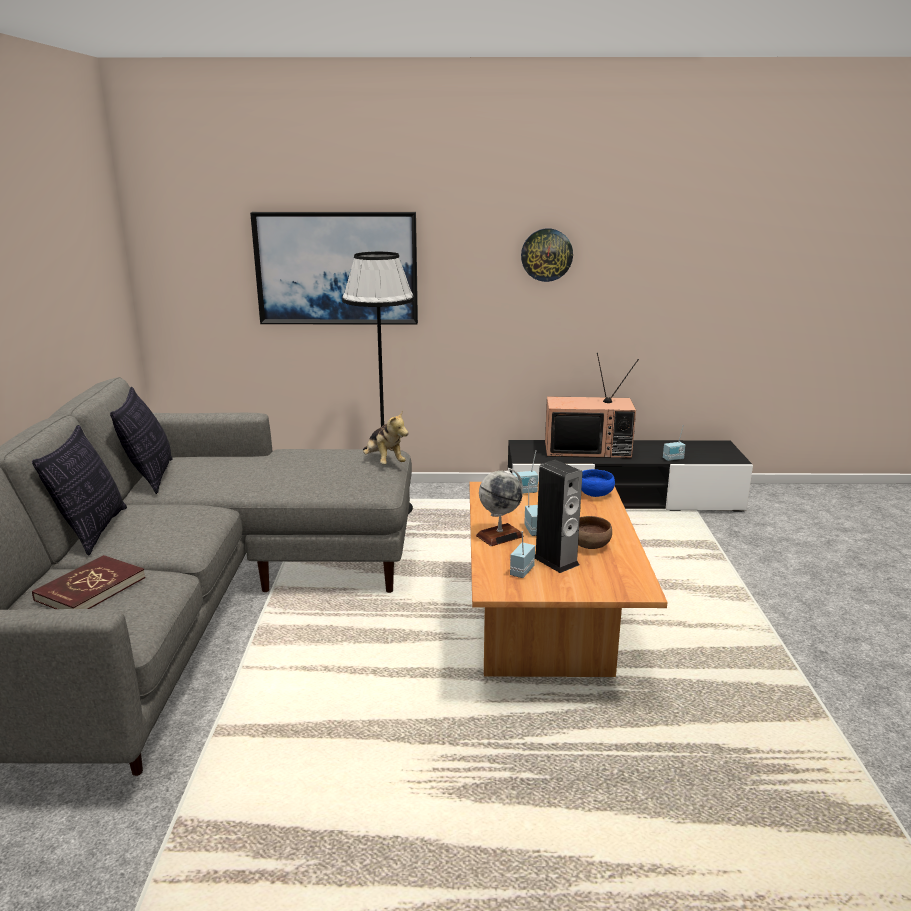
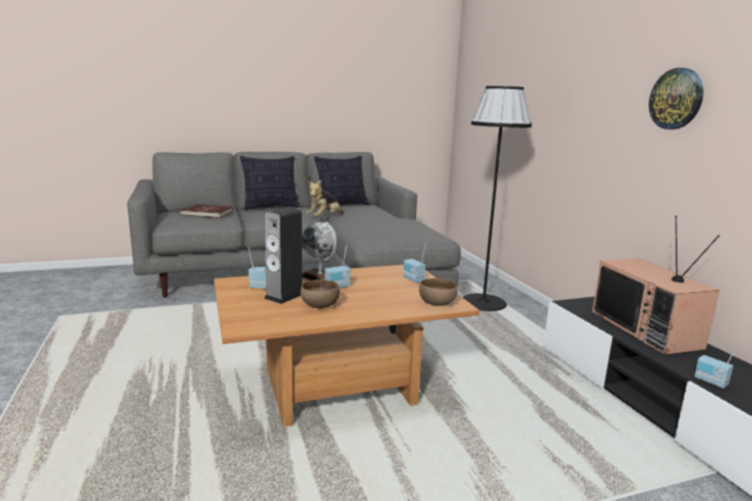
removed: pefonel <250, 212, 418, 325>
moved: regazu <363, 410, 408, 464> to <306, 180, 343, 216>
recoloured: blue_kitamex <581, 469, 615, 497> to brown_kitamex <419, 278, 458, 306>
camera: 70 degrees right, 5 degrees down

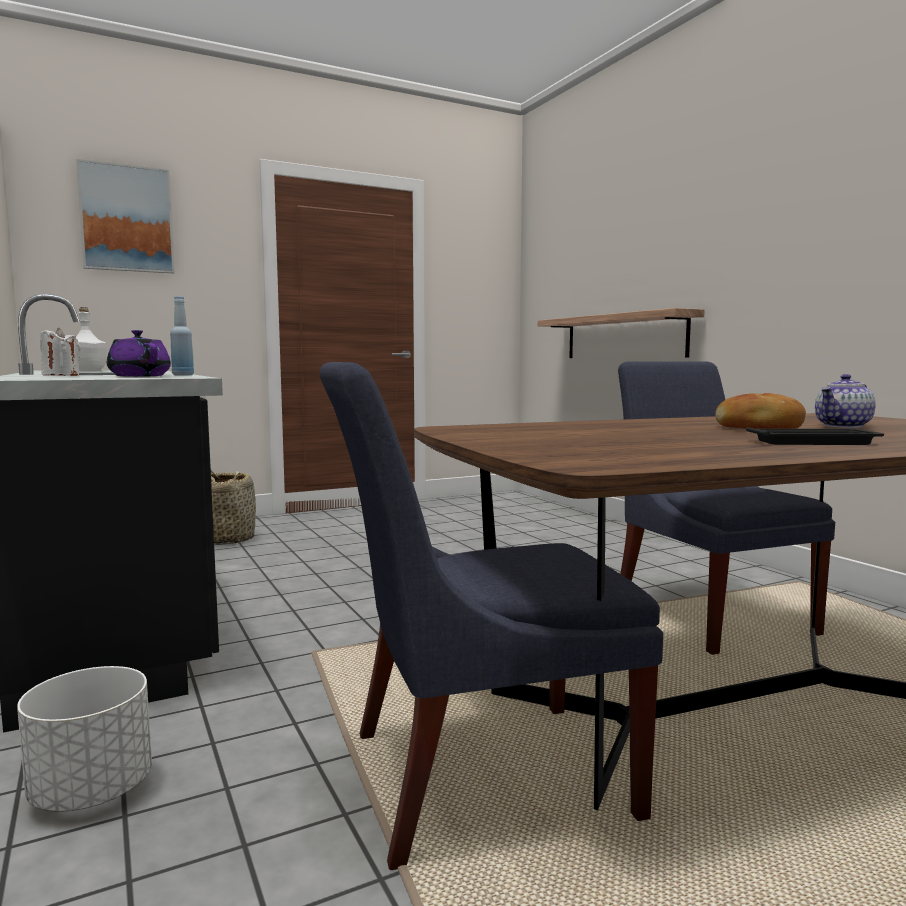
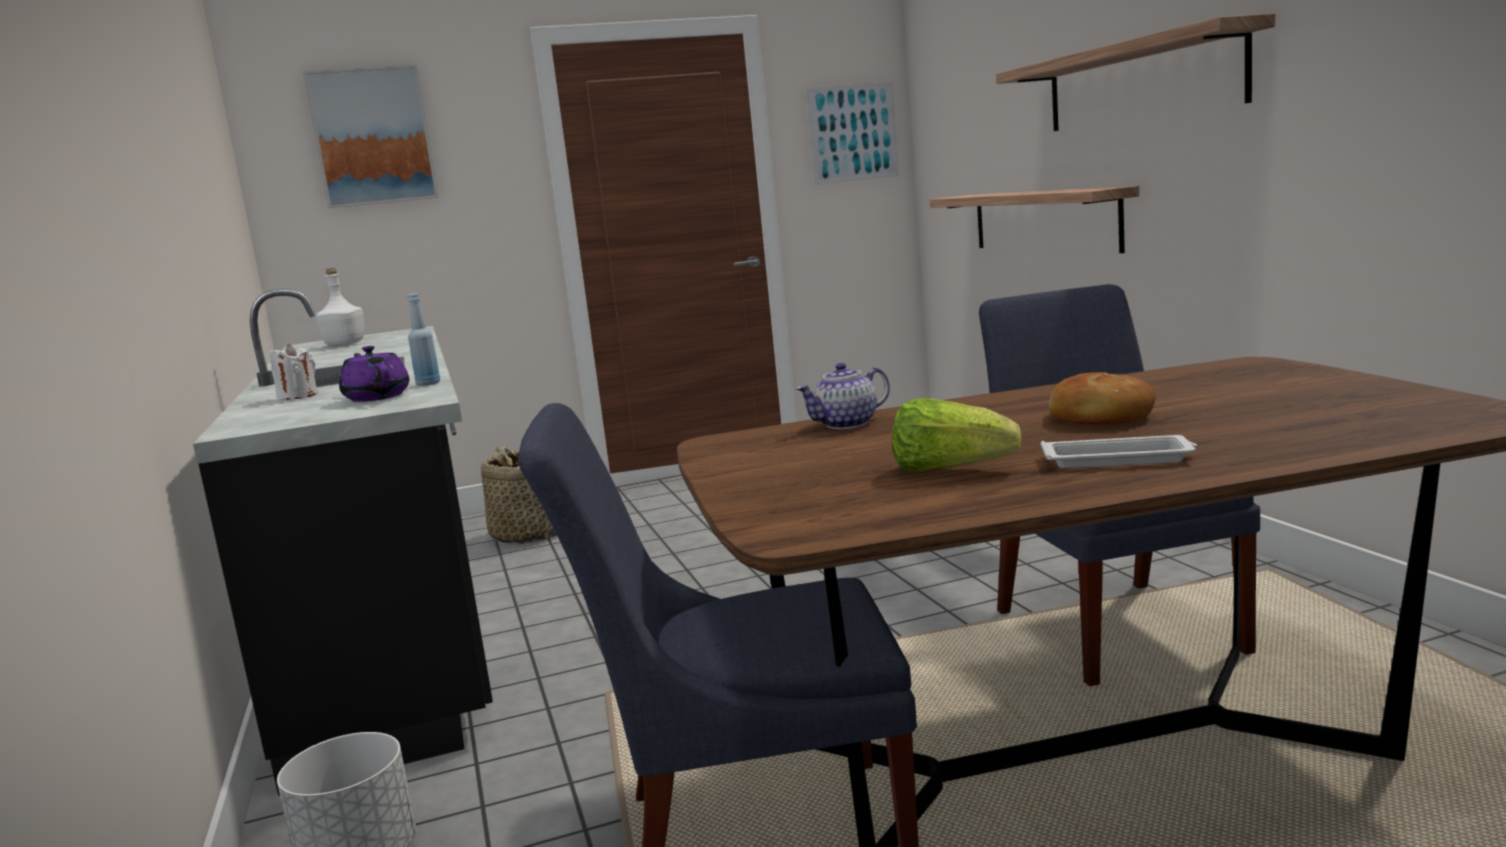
added: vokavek <996, 13, 1275, 131>; pefonel <806, 81, 899, 185>; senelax <892, 398, 1022, 472>
moved: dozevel <815, 374, 876, 428> to <795, 363, 890, 429>
recoloured: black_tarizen <746, 427, 884, 445> to white_tarizen <1040, 435, 1197, 468>
camera: 10 degrees right, 5 degrees up

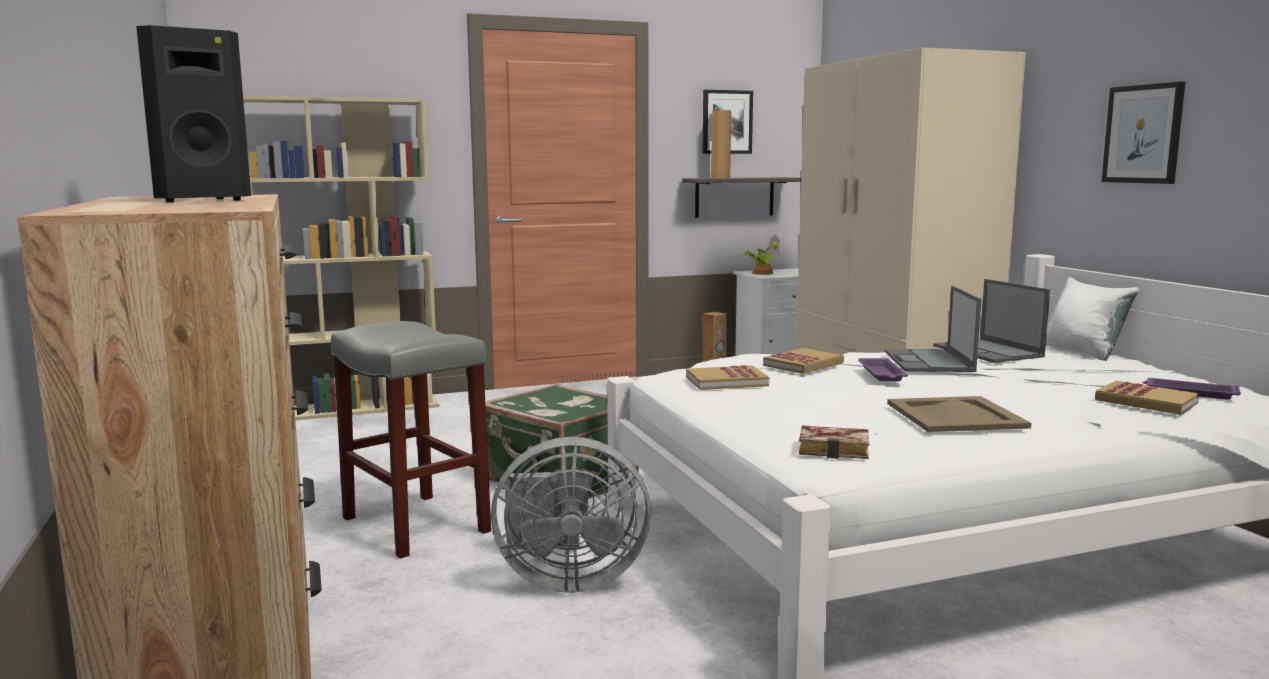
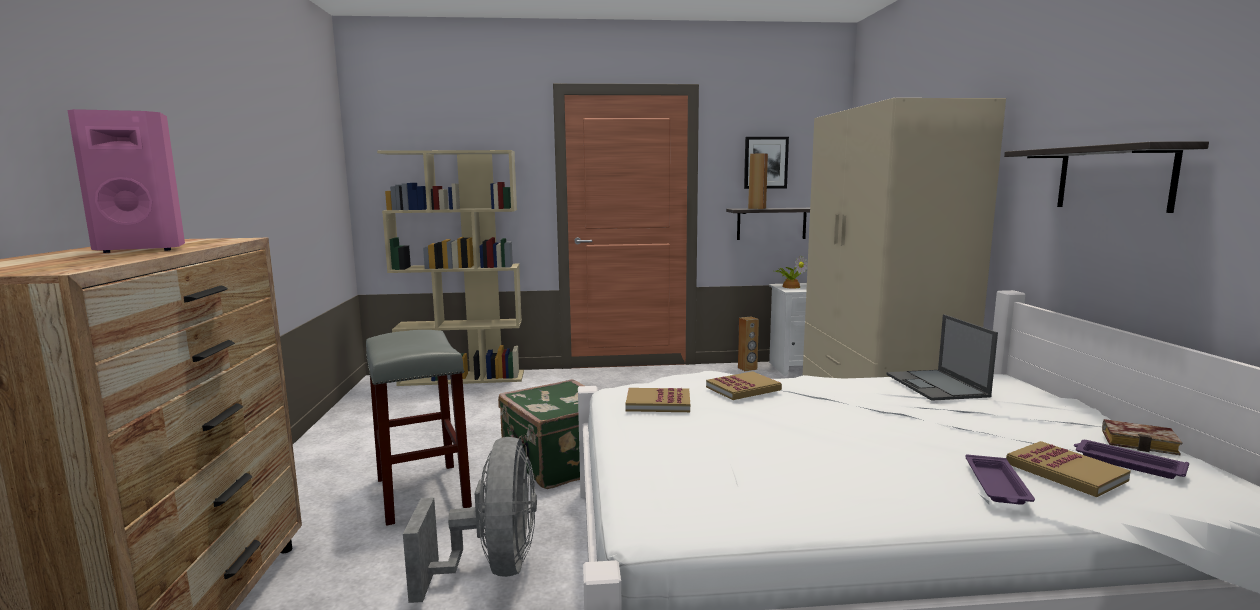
removed: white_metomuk <1046, 277, 1139, 361>; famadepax <885, 286, 981, 372>; beige_tarizen <887, 396, 1031, 432>
moved: purple_tarizen <858, 358, 908, 381> to <965, 454, 1035, 505>; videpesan <799, 426, 869, 459> to <1102, 419, 1182, 455>
replaced: pefonel <1101, 81, 1185, 184> to vokavek <1004, 141, 1209, 213>
recoloured: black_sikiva <136, 25, 251, 202> to pink_sikiva <67, 109, 185, 253>
turned: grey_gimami <491, 437, 651, 593> = <403, 437, 537, 603> 105 degrees counterclockwise
camera: 15 degrees right, 0 degrees up

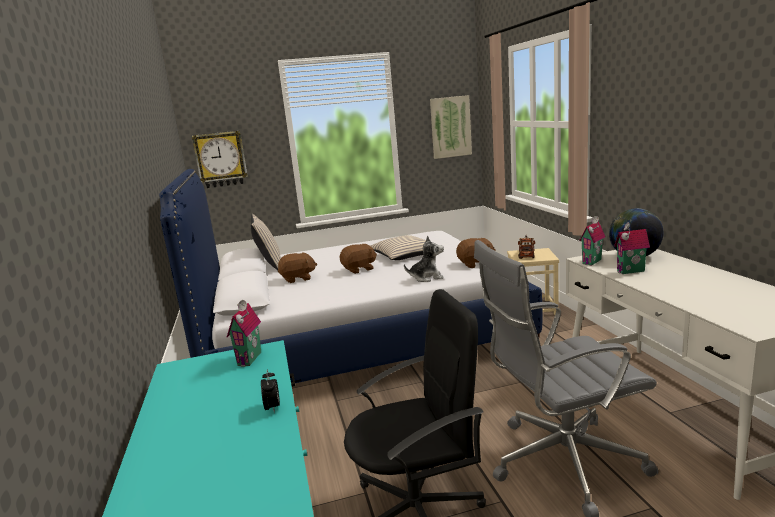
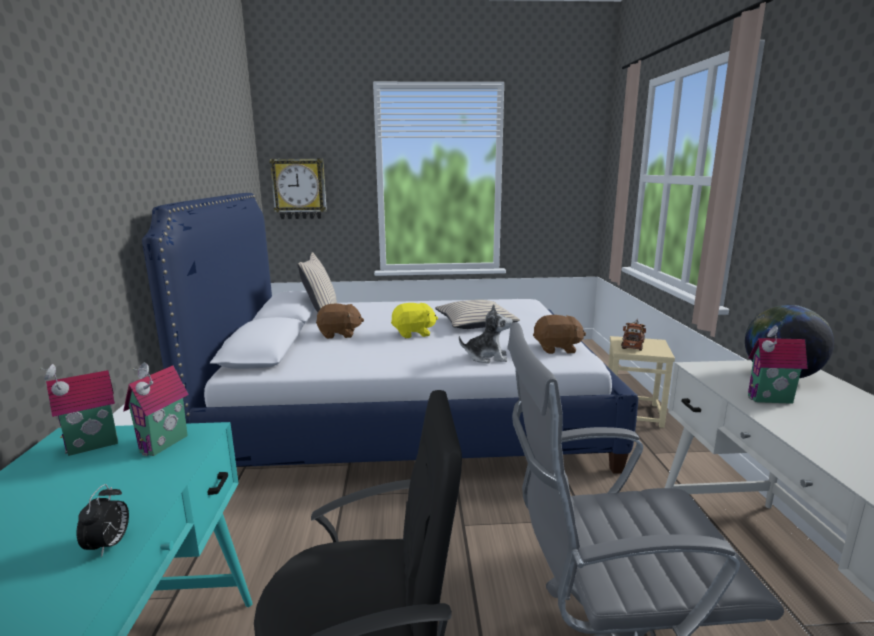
removed: pefonel <430, 95, 472, 159>
moved: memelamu <579, 216, 606, 265> to <40, 364, 118, 456>
recoloured: brown_regazu <340, 244, 377, 274> to yellow_regazu <391, 303, 438, 338>
camera: 10 degrees right, 0 degrees up

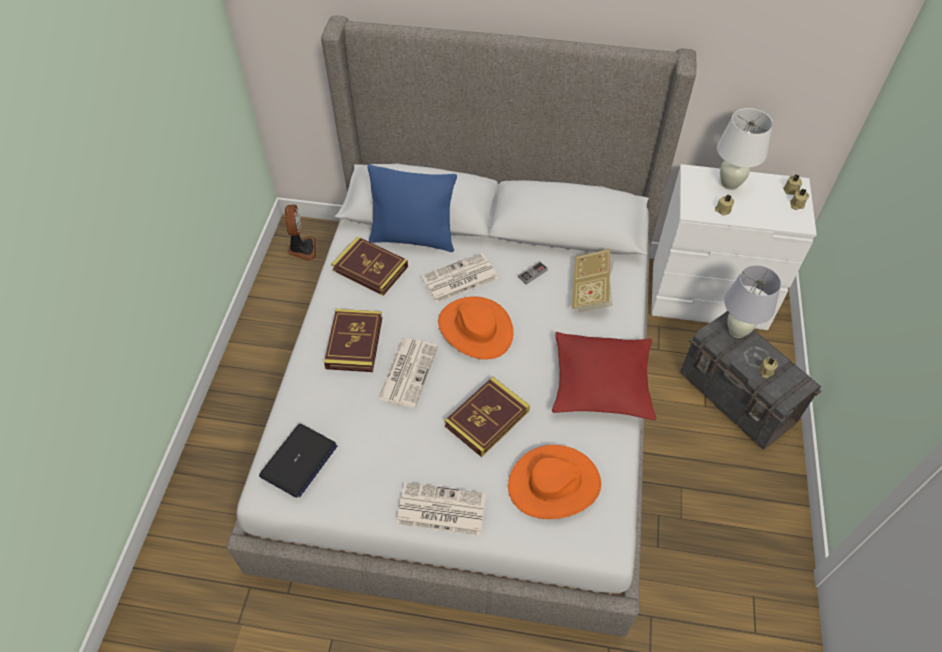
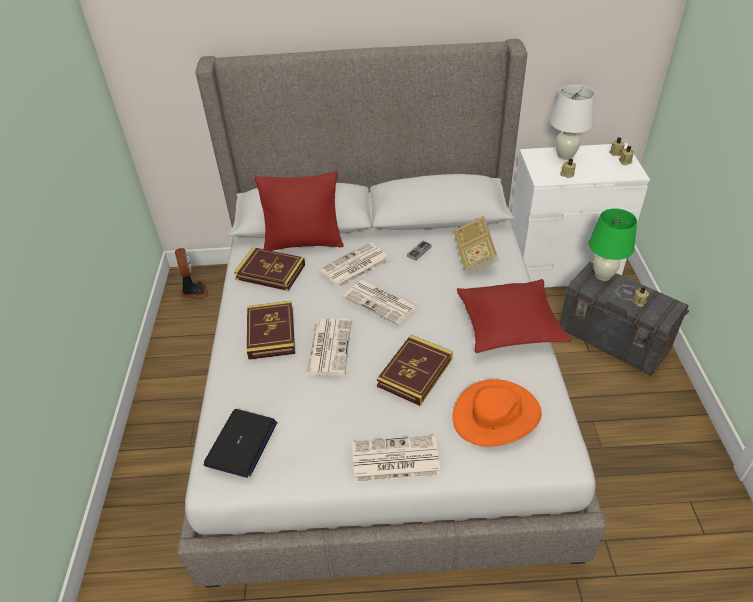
replaced: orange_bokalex <438, 296, 514, 360> to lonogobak <343, 279, 418, 325>
recoloured: blue_metomuk <368, 164, 457, 252> to red_metomuk <255, 171, 344, 251>; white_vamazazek <724, 265, 781, 338> to green_vamazazek <589, 208, 637, 281>
camera: 10 degrees left, 10 degrees down

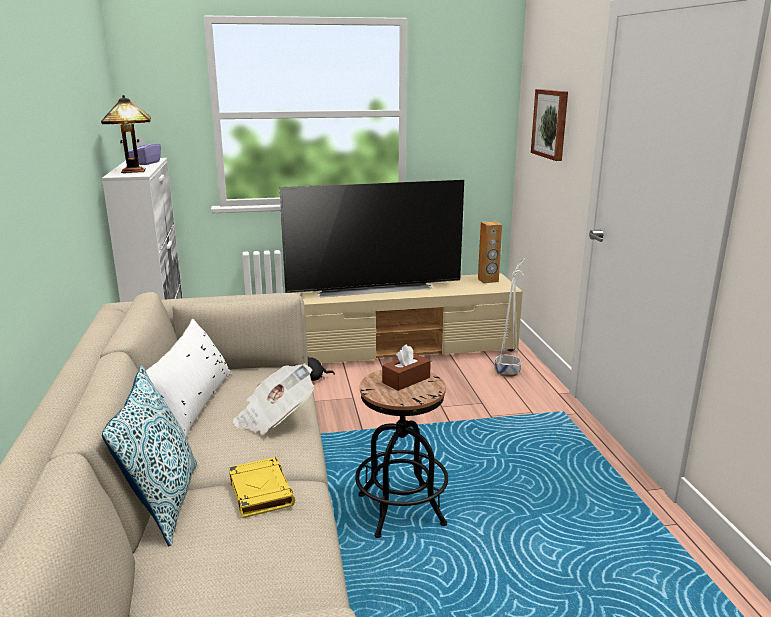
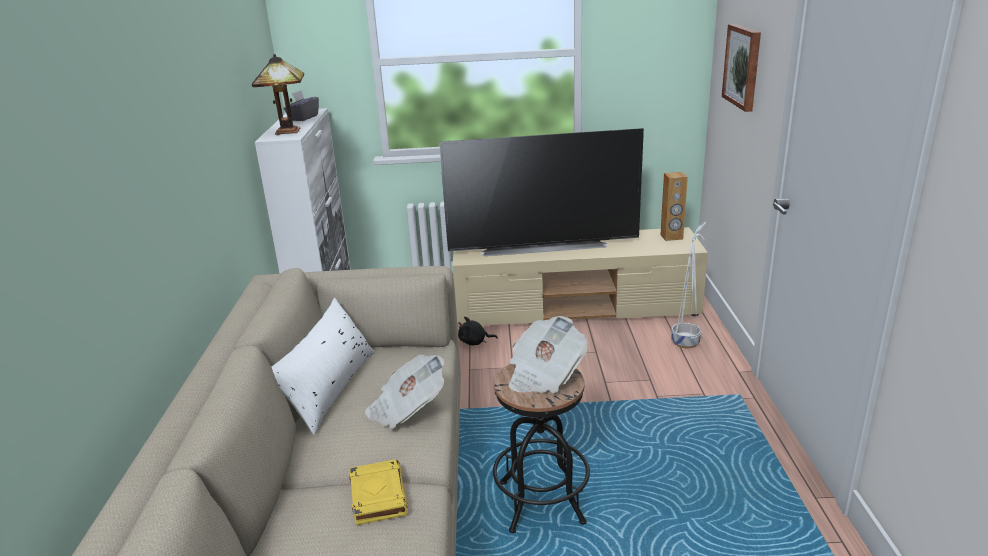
removed: metomuk <102, 365, 197, 546>
replaced: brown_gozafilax <382, 344, 431, 391> to lonogobak <509, 316, 588, 393>
recoloured: purple_gozafilax <128, 137, 161, 165> to grey_gozafilax <284, 90, 319, 121>
camera: 10 degrees right, 5 degrees up

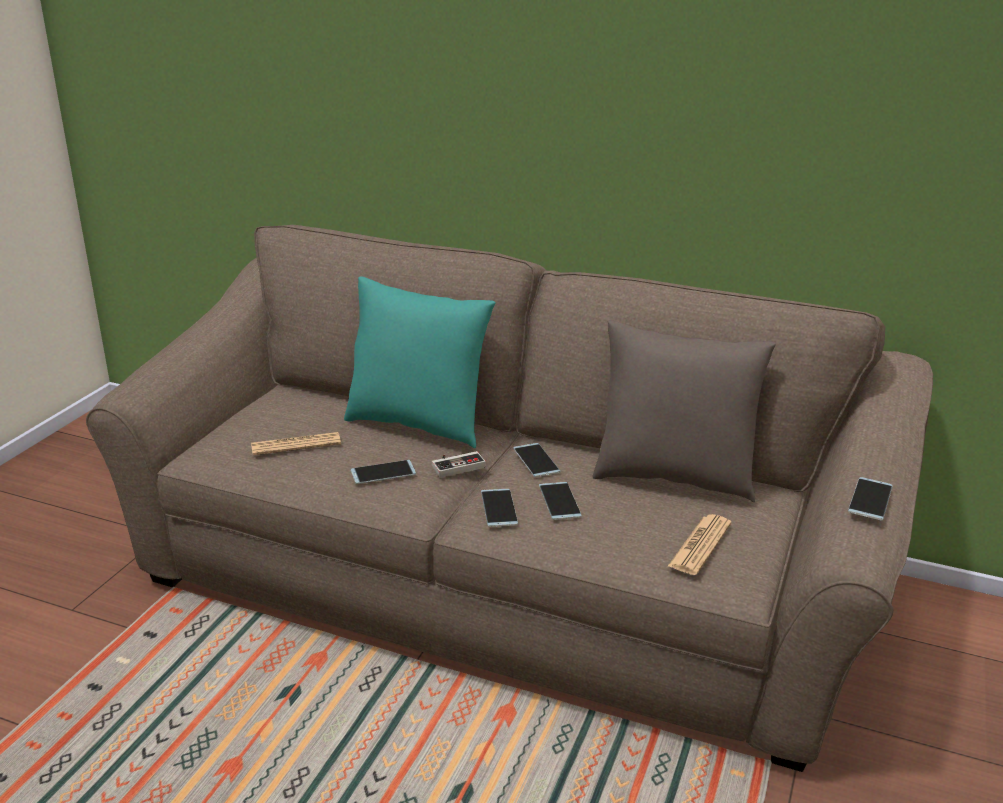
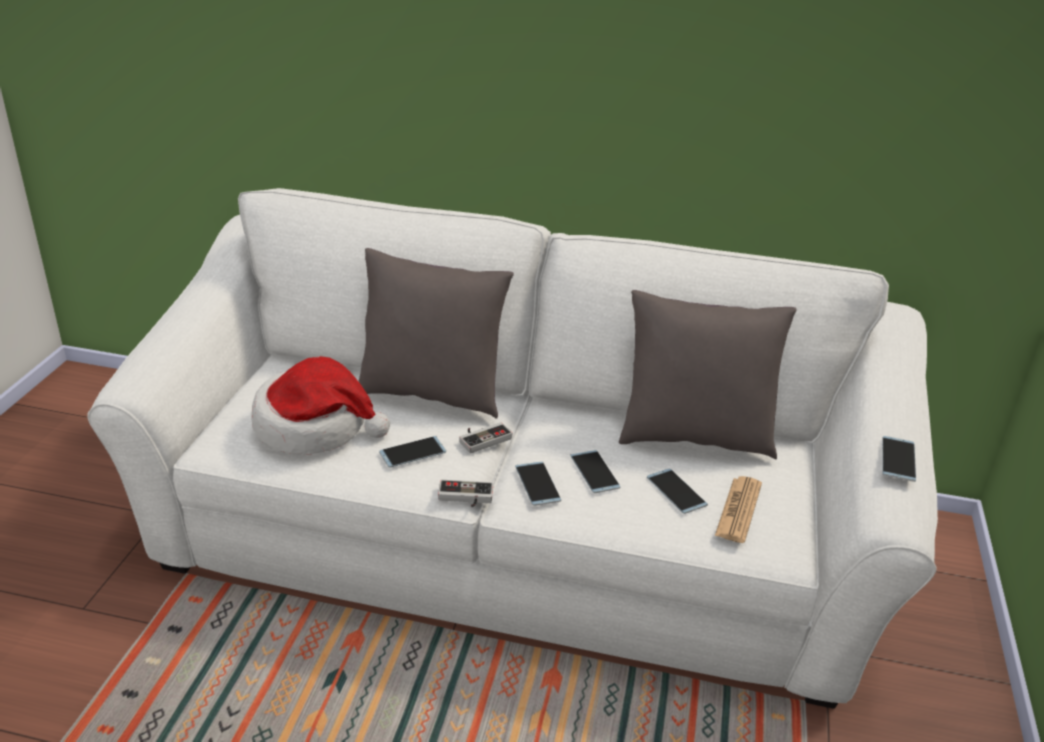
added: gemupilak <438, 480, 493, 507>
moved: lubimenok <513, 443, 561, 477> to <647, 469, 708, 514>
replaced: lonogobak <251, 432, 341, 455> to bokalex <252, 356, 390, 454>
recoloured: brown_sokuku <86, 225, 933, 772> to white_sokuku <87, 188, 938, 709>; turquoise_metomuk <344, 277, 496, 449> to grey_metomuk <358, 248, 514, 419>
camera: 10 degrees left, 5 degrees up

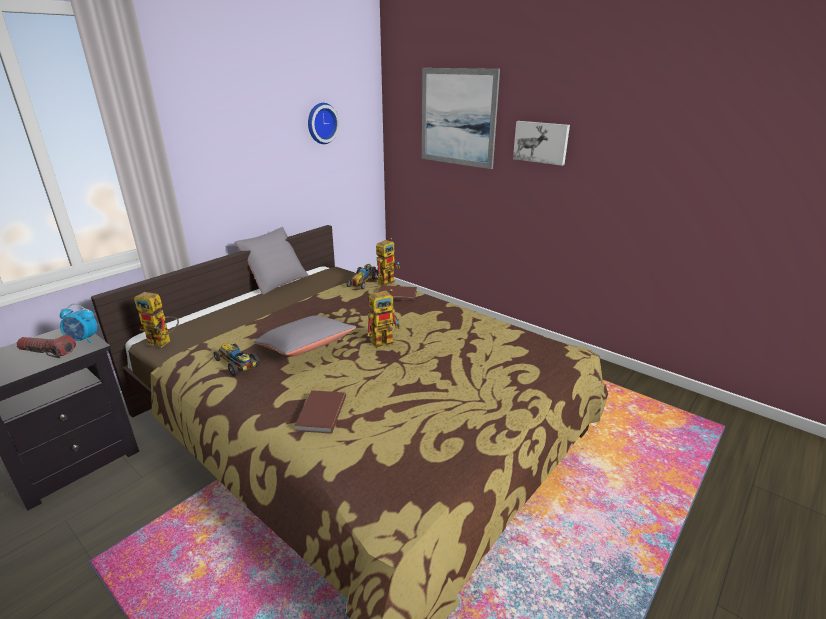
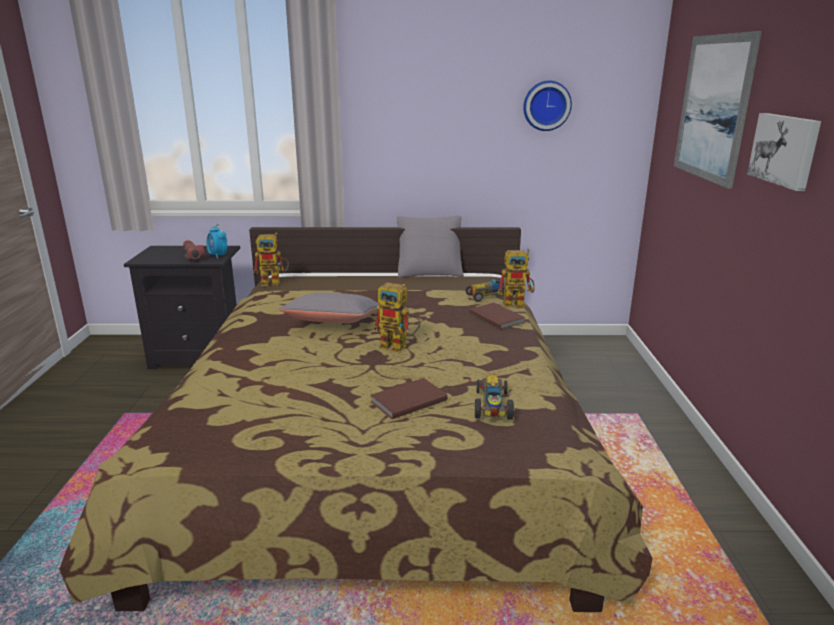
moved: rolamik <214, 343, 260, 376> to <473, 374, 515, 420>; brown_videpesan <294, 390, 346, 434> to <371, 378, 448, 419>
turned: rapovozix <134, 292, 179, 348> = <253, 233, 289, 286> 75 degrees counterclockwise
camera: 50 degrees right, 5 degrees down

